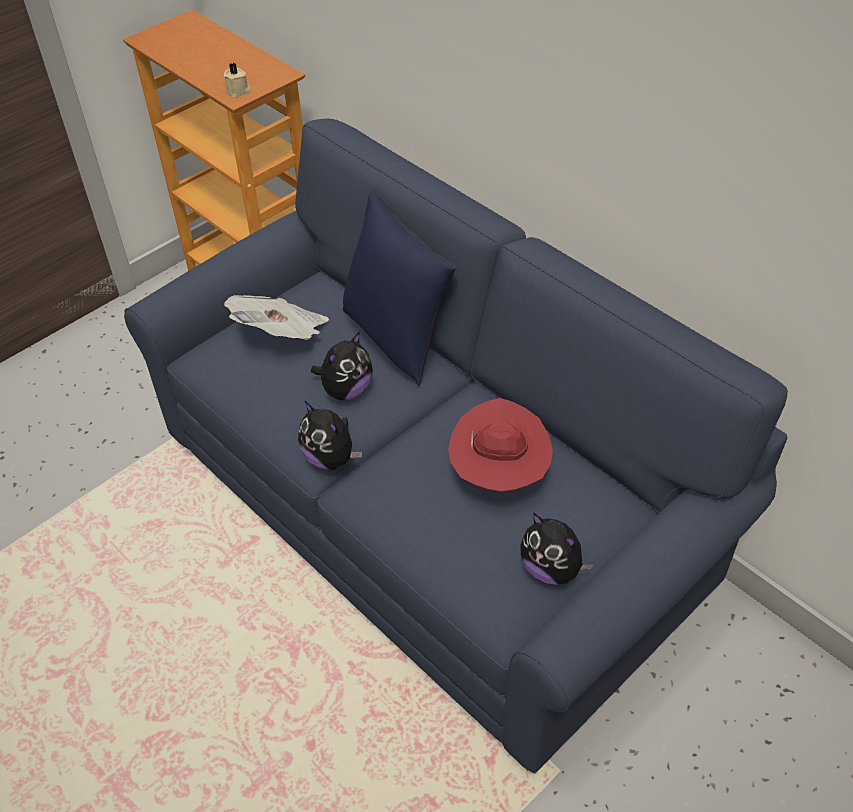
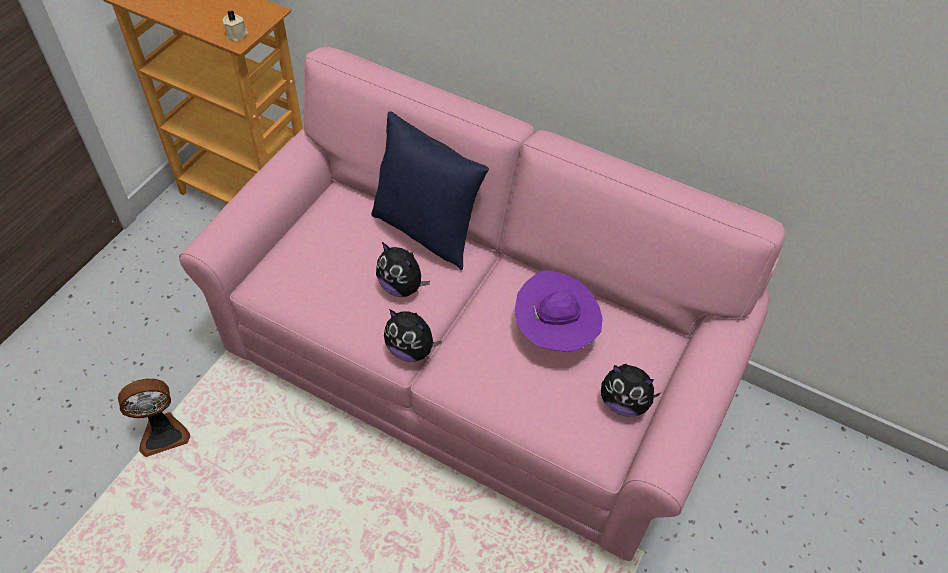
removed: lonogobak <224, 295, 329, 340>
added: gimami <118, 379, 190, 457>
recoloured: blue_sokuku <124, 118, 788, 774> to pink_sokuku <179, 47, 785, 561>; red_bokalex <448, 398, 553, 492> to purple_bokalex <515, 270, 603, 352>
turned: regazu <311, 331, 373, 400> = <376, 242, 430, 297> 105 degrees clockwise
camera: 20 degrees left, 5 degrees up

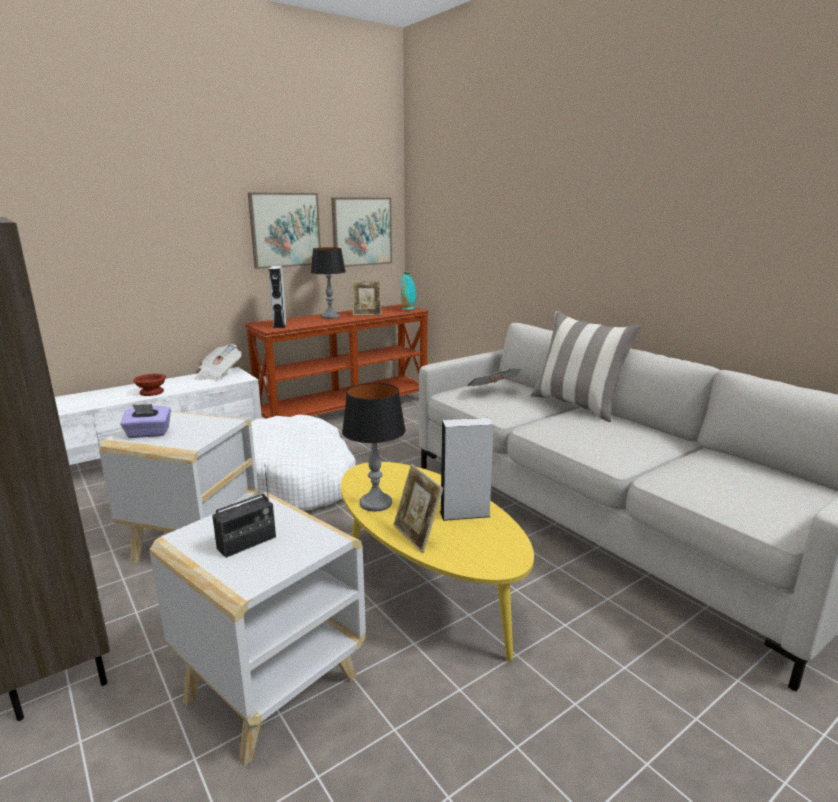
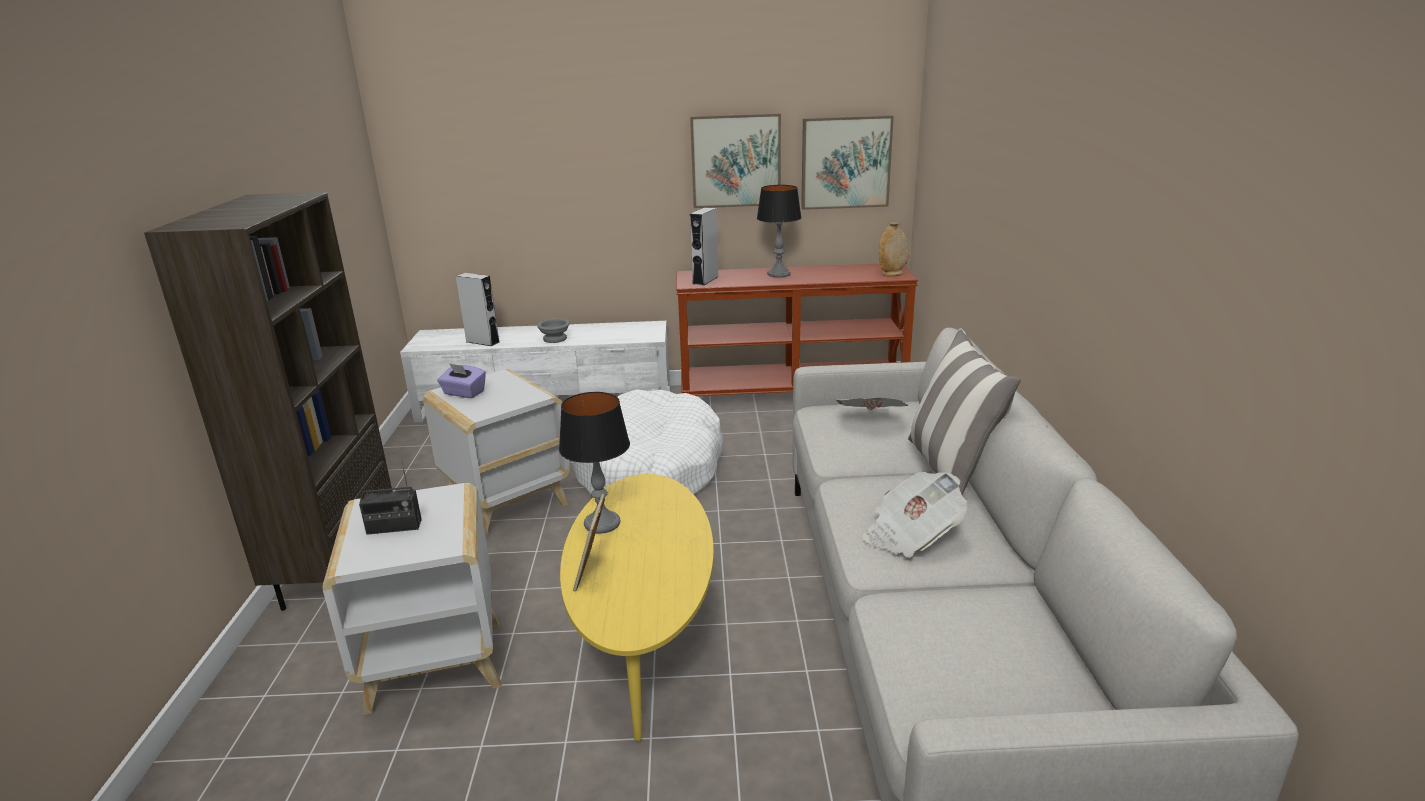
removed: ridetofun <352, 281, 382, 316>
moved: lonogobak <194, 344, 242, 380> to <862, 472, 968, 558>; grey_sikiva <440, 418, 494, 521> to <456, 273, 499, 346>
recoloured: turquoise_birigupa <401, 272, 416, 311> to beige_birigupa <879, 222, 910, 277>; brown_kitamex <133, 374, 166, 396> to grey_kitamex <537, 318, 570, 343>
camera: 35 degrees right, 5 degrees up

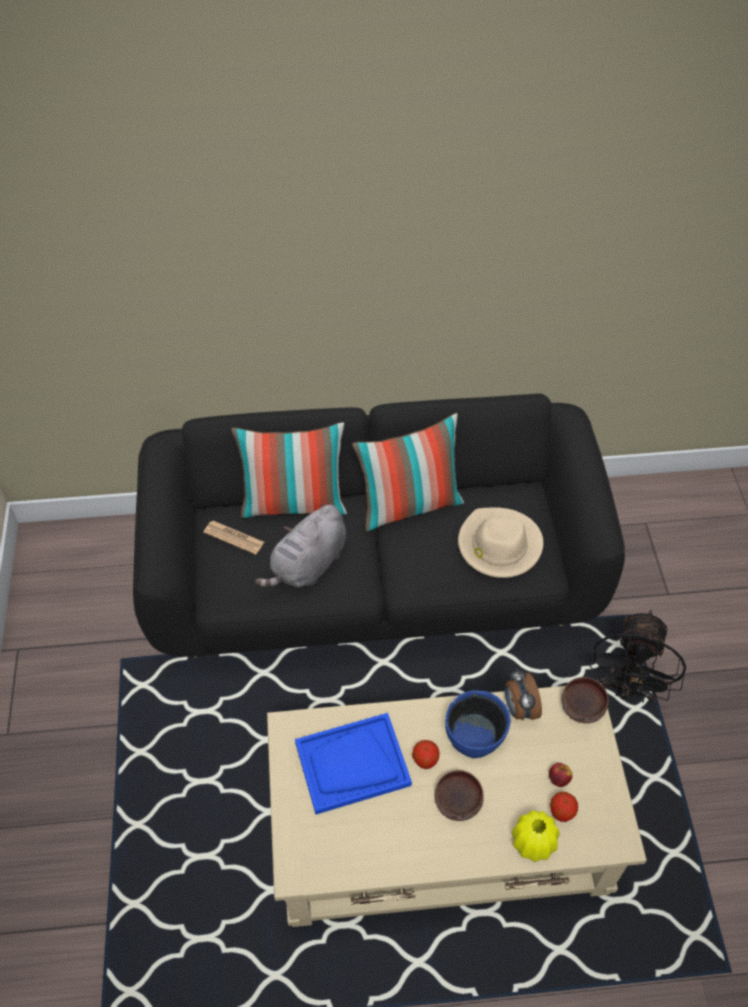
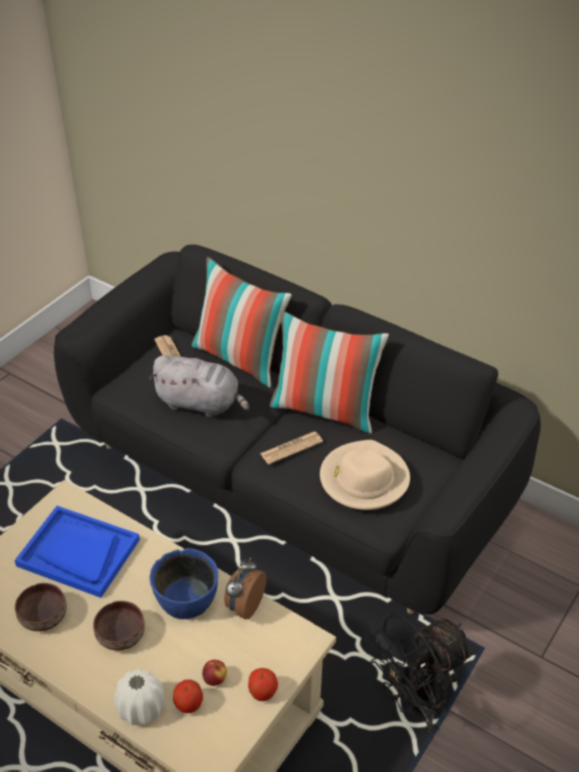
added: lonogobak <260, 432, 323, 465>
moved: brown_kitamex <561, 677, 609, 723> to <15, 583, 67, 631>; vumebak <412, 740, 440, 769> to <248, 668, 278, 701>
recoloured: yellow_birigupa <512, 810, 560, 862> to white_birigupa <114, 669, 165, 725>
turned: grey_regazu <255, 504, 346, 587> = <149, 355, 249, 417> 150 degrees counterclockwise
camera: 40 degrees right, 10 degrees down

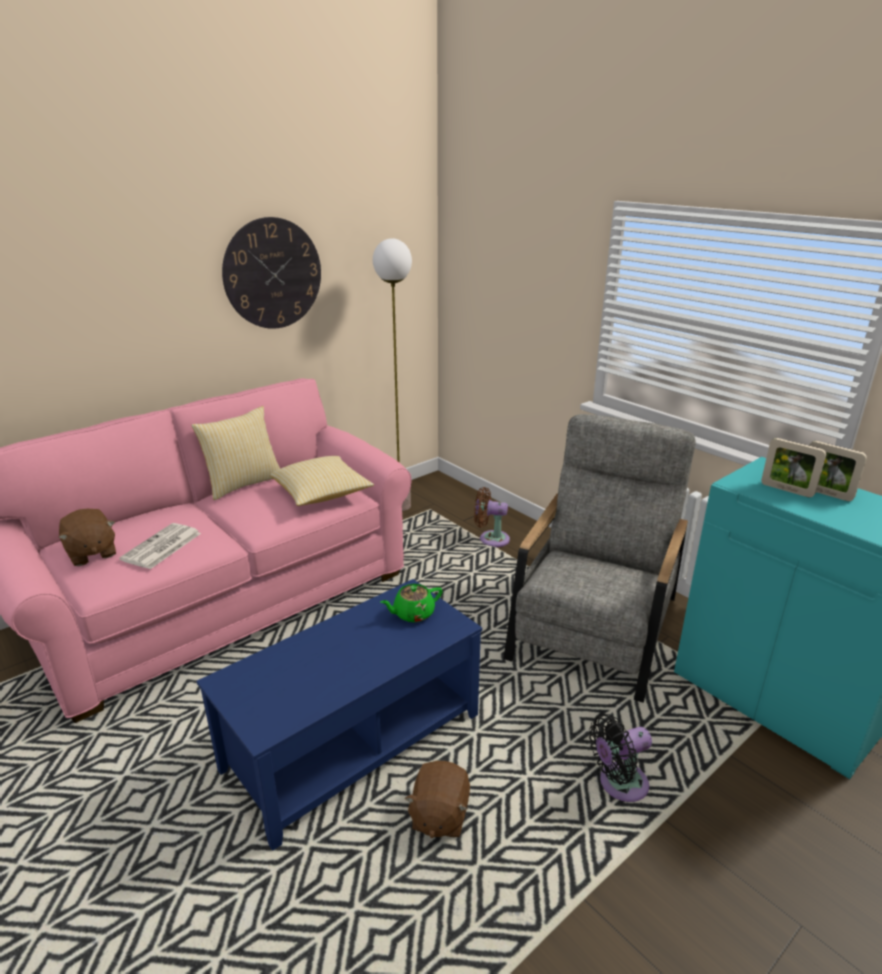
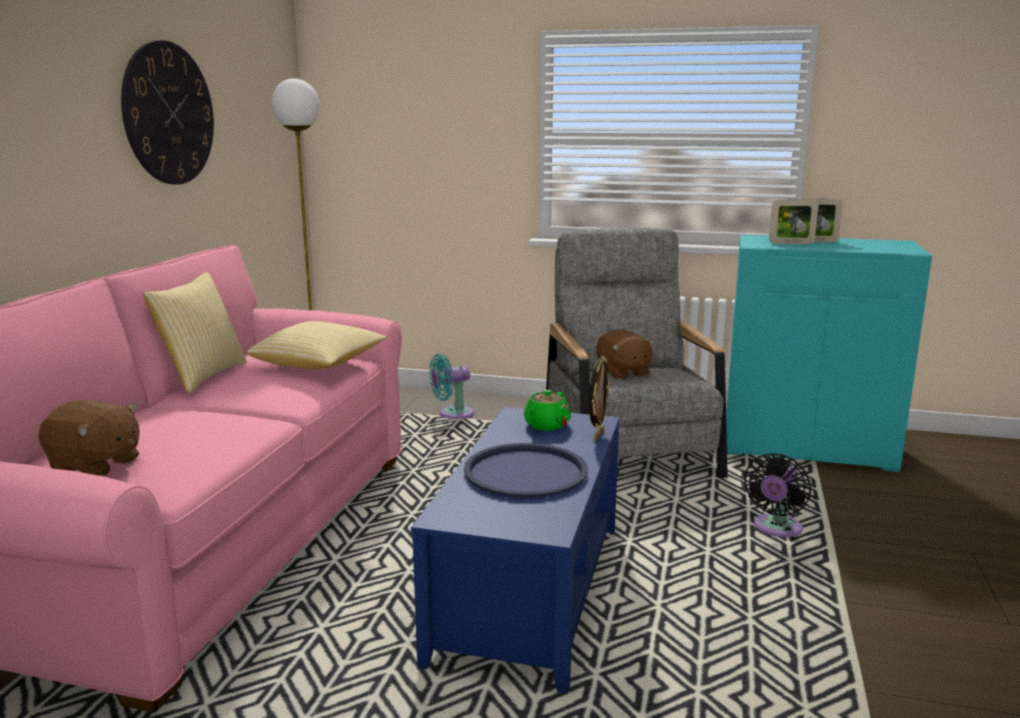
removed: lonogobak <119, 523, 201, 569>
added: ridetofun <589, 356, 609, 441>; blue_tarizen <464, 443, 588, 498>
moved: brown_regazu <405, 761, 470, 838> to <596, 329, 655, 379>
recoloured: brown_gimami <474, 487, 510, 547> to turquoise_gimami <429, 354, 474, 419>
camera: 35 degrees left, 10 degrees down

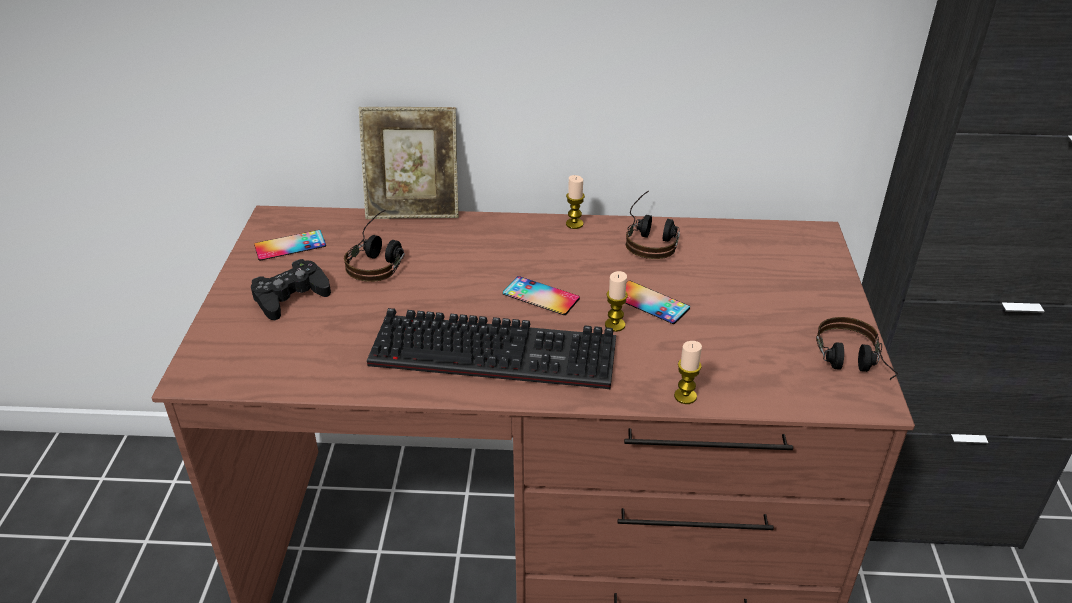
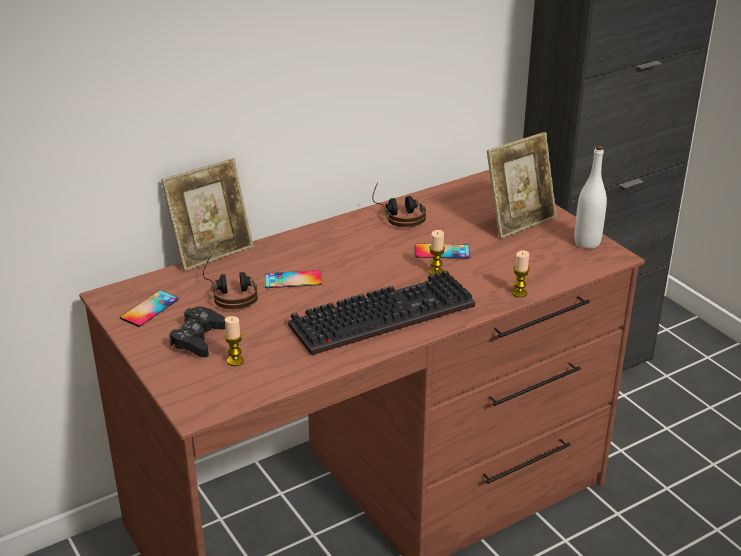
added: ridetofun <487, 132, 557, 239>
moved: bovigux <566, 175, 585, 229> to <224, 316, 244, 366>; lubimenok <503, 276, 580, 315> to <265, 270, 322, 288>
replaced: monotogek <816, 317, 899, 380> to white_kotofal <574, 145, 607, 249>
camera: 35 degrees left, 5 degrees down

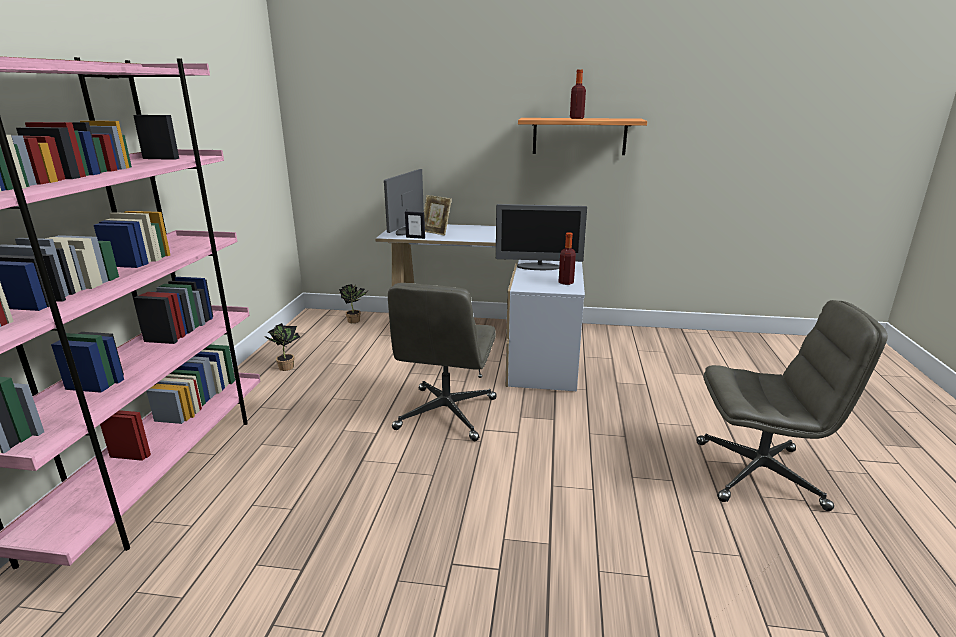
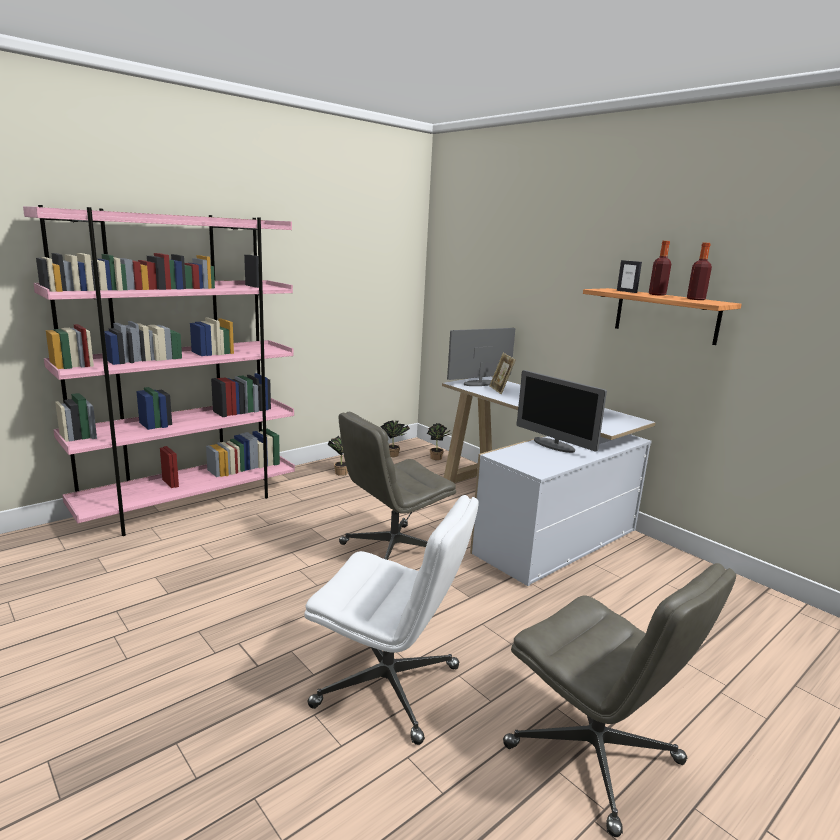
added: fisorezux <380, 421, 410, 457>; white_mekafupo <305, 495, 479, 745>
moved: ridetofun <405, 211, 425, 239> to <617, 260, 642, 293>; kotofal <559, 232, 576, 285> to <687, 243, 712, 300>
camera: 40 degrees right, 5 degrees down

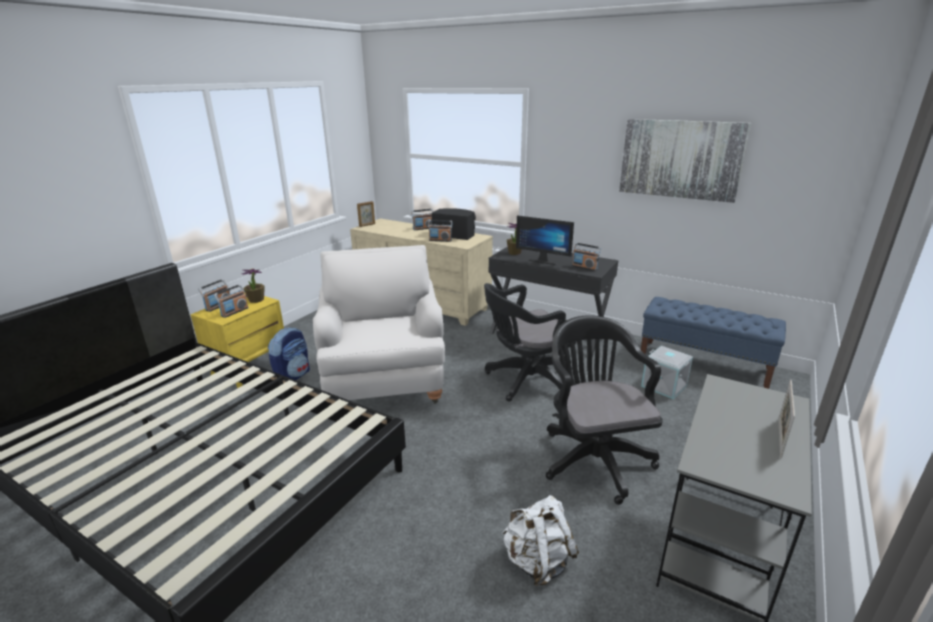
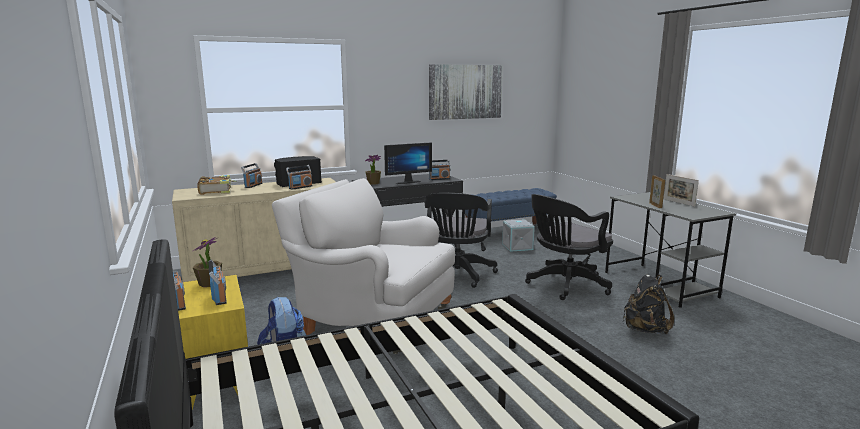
added: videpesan <197, 175, 236, 195>
moved: ridetofun <357, 201, 375, 227> to <649, 175, 665, 208>
recoloured: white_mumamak <502, 495, 579, 586> to black_mumamak <623, 275, 674, 335>
turned: black_mekafupo <546, 315, 663, 505> = <525, 194, 613, 300> 60 degrees counterclockwise
camera: 55 degrees left, 10 degrees down

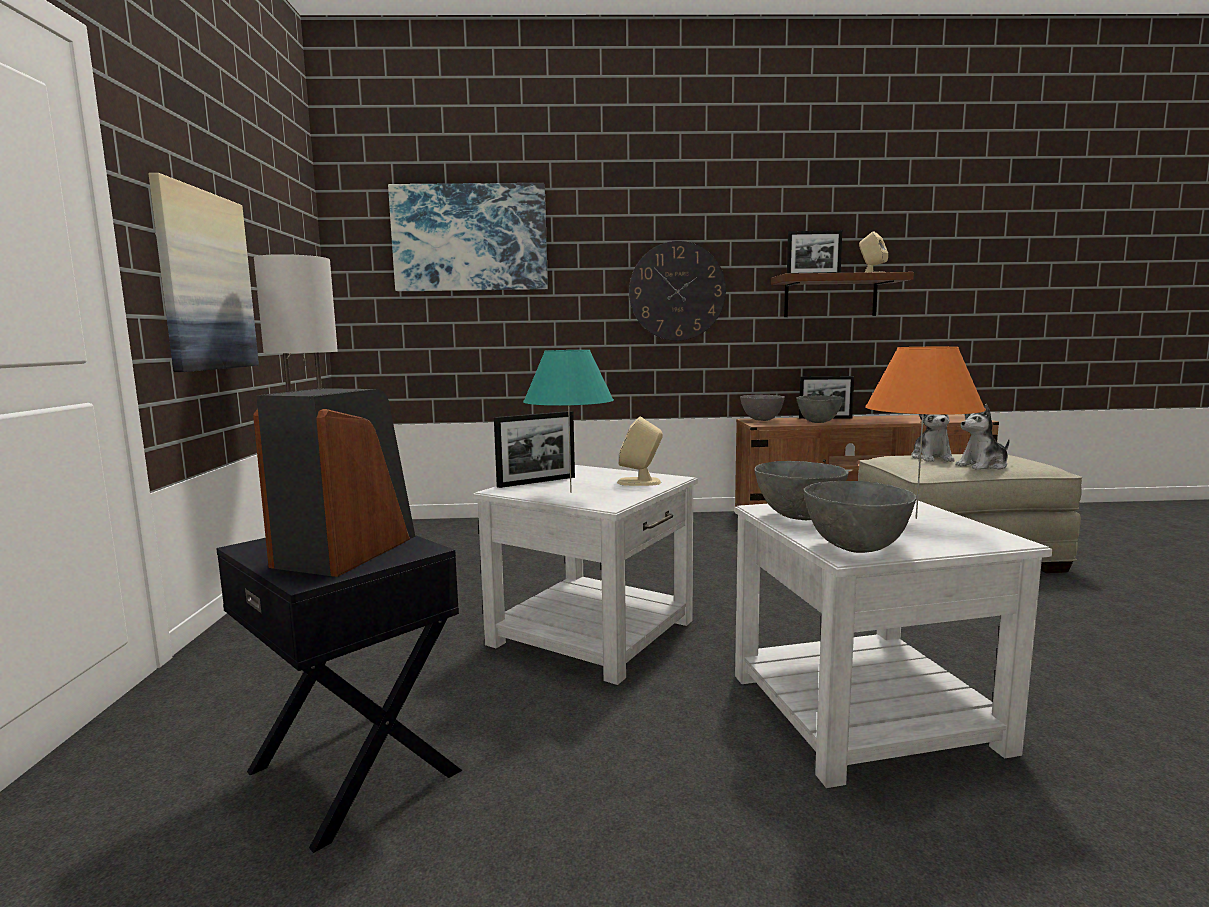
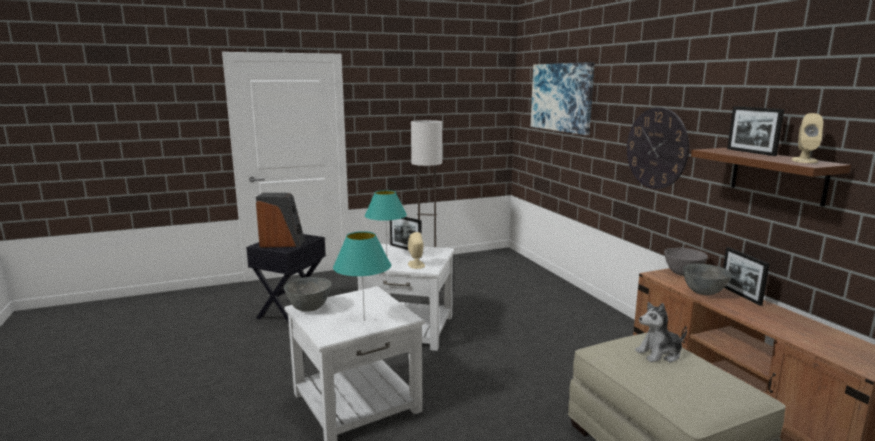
removed: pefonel <148, 173, 259, 372>; regazu <955, 404, 1010, 470>; grey_kitamex <755, 461, 849, 520>
recoloured: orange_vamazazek <865, 347, 986, 519> to turquoise_vamazazek <333, 231, 391, 322>
camera: 70 degrees right, 5 degrees up

